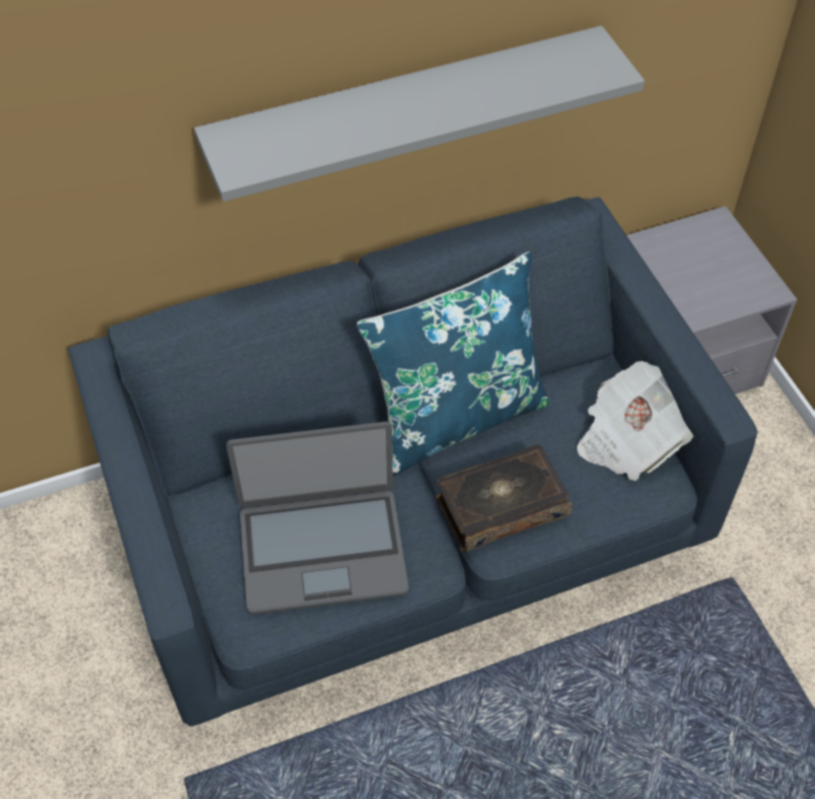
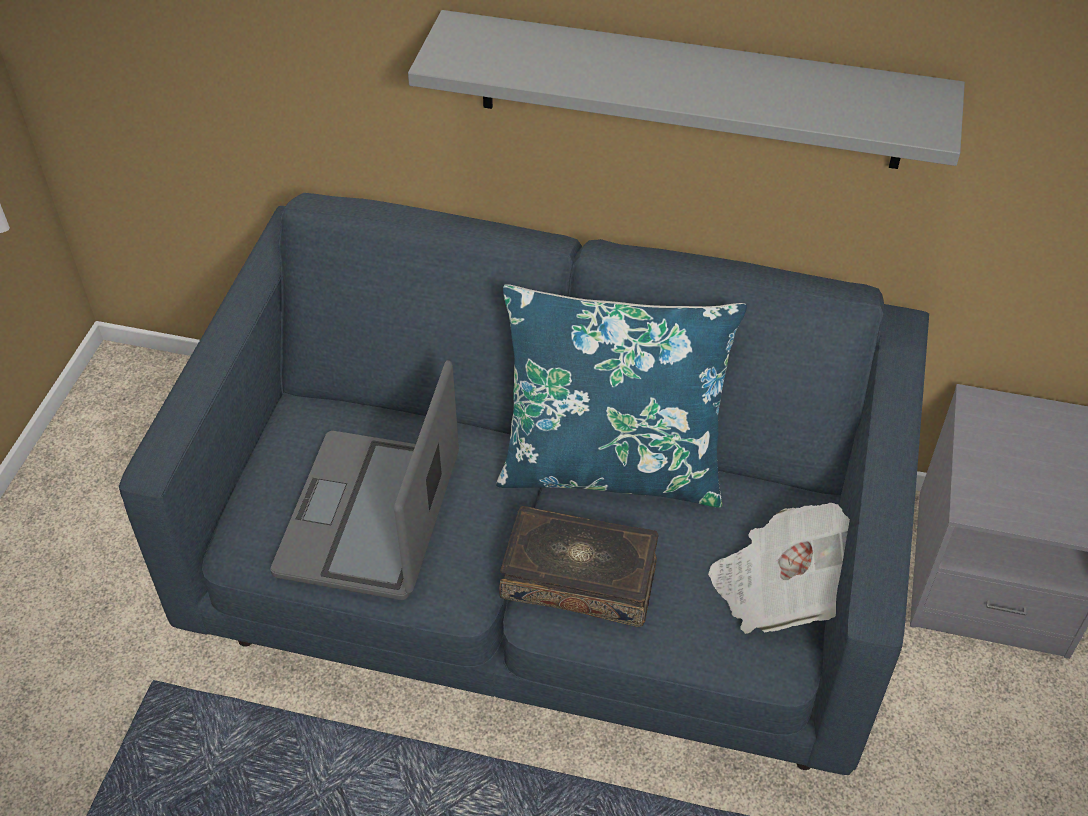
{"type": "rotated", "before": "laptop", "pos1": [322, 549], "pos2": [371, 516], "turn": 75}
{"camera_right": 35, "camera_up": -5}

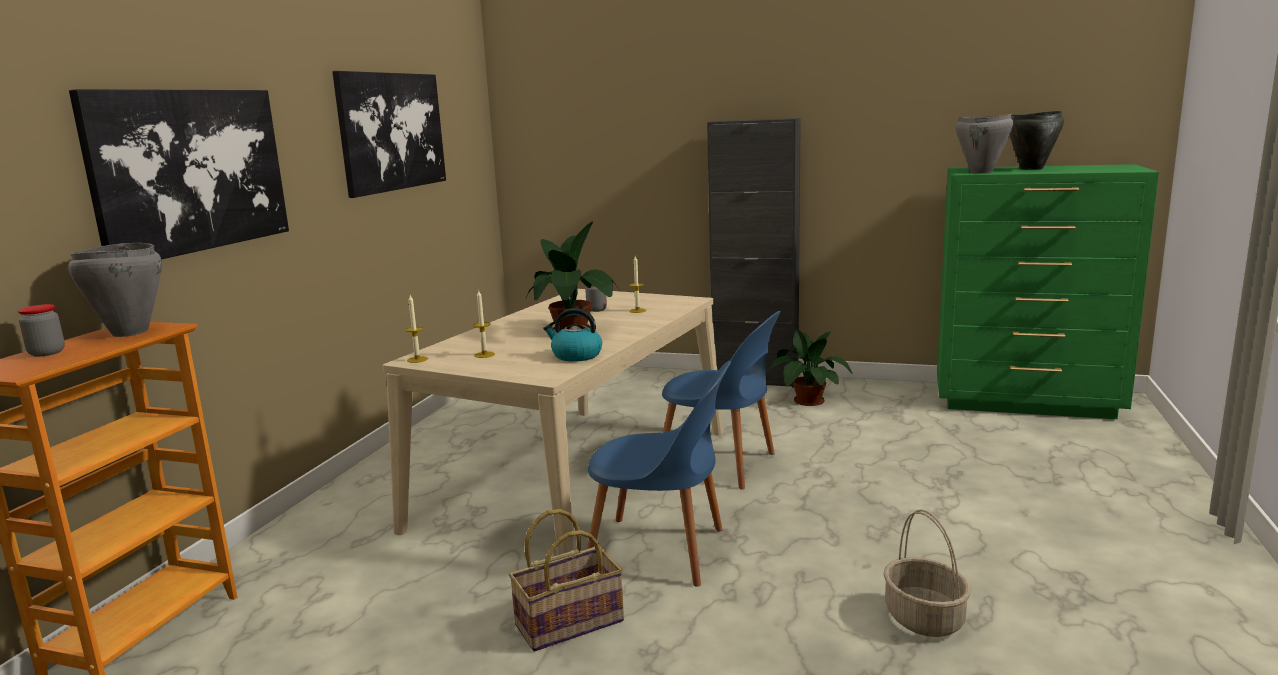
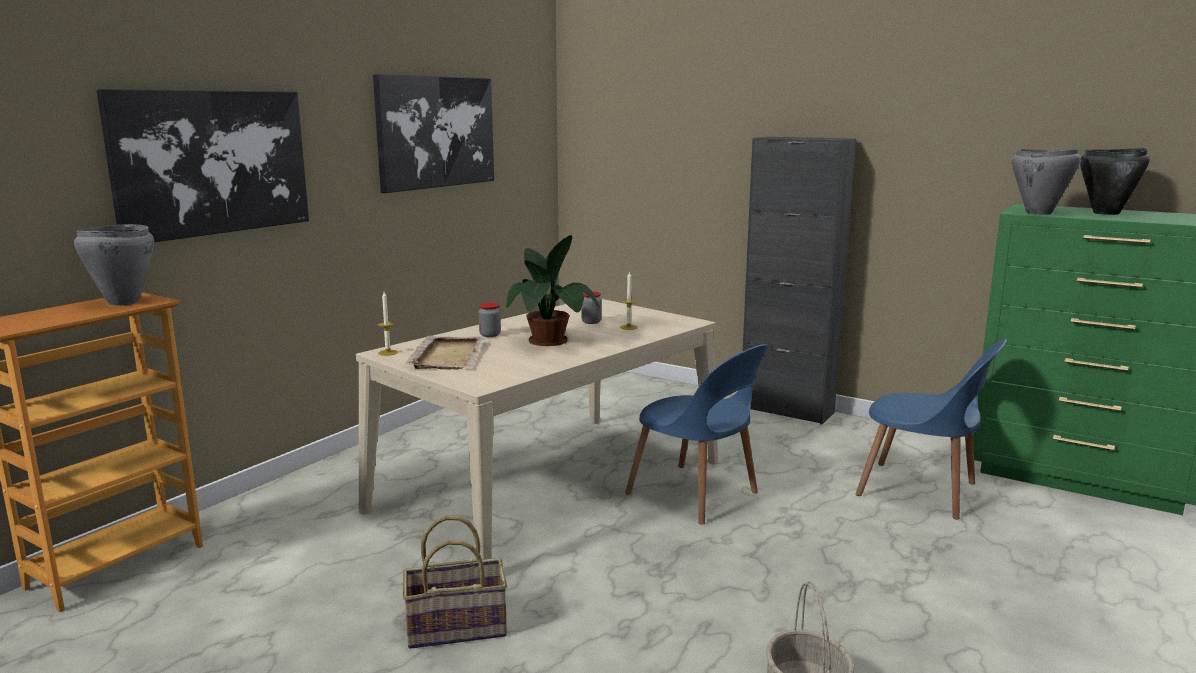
{"type": "swapped", "before": "świeca", "after": "taca (beżowy)", "pos1": [484, 355], "pos2": [448, 355]}
{"type": "shifted", "before": "słoik", "pos1": [47, 353], "pos2": [490, 335]}
{"type": "shifted", "before": "krzesło (niebieski)", "pos1": [662, 551], "pos2": [922, 491]}
{"type": "gone", "before": "czajnik", "pos1": [576, 356]}
{"type": "gone", "before": "roślina doniczkowa", "pos1": [806, 400]}
{"camera_right": 15, "camera_up": 0}

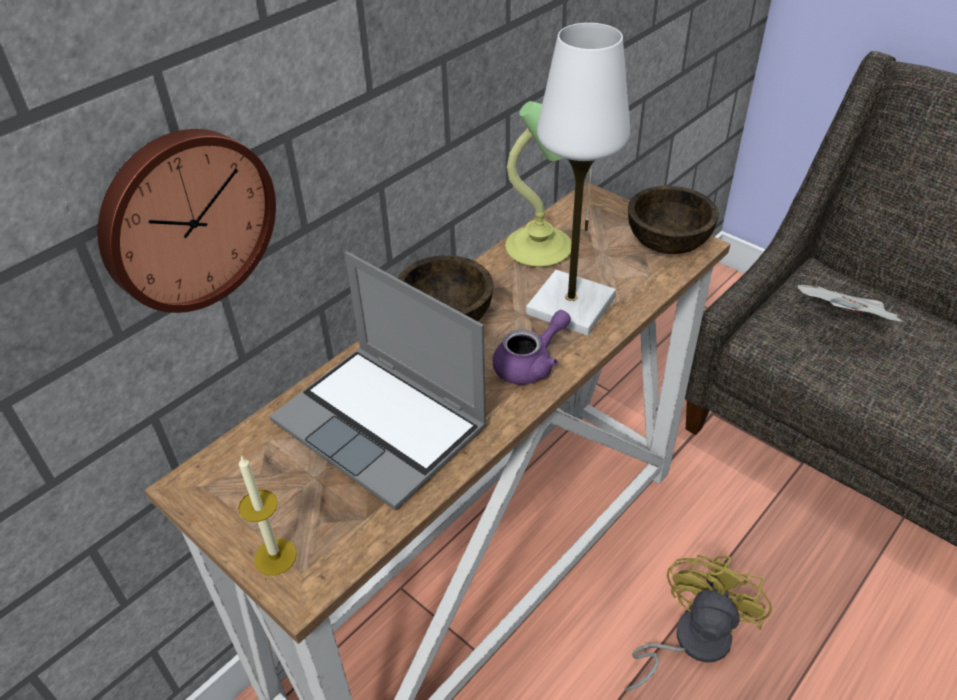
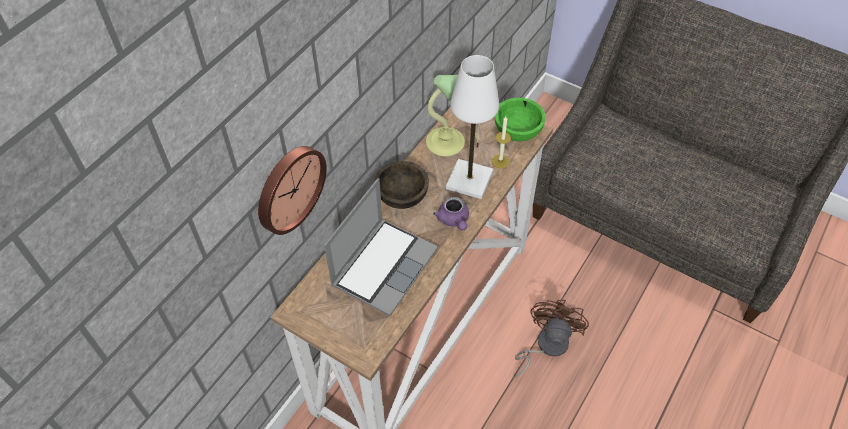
{"type": "rotated", "before": "laptop", "pos1": [383, 425], "pos2": [384, 266], "turn": -90}
{"type": "rotated", "before": "imbryk (fioletowy)", "pos1": [530, 364], "pos2": [453, 220], "turn": 120}
{"type": "shifted", "before": "świeca", "pos1": [275, 556], "pos2": [500, 161]}
{"type": "repainted", "before": "miska (brązowy)", "after": "miska (zielony)", "pos1": [668, 243], "pos2": [518, 131]}
{"type": "repainted", "before": "wentylator (żółty)", "after": "wentylator (brązowy)", "pos1": [690, 642], "pos2": [546, 346]}
{"type": "gone", "before": "gazeta", "pos1": [844, 323]}
{"camera_right": -10, "camera_up": 10}

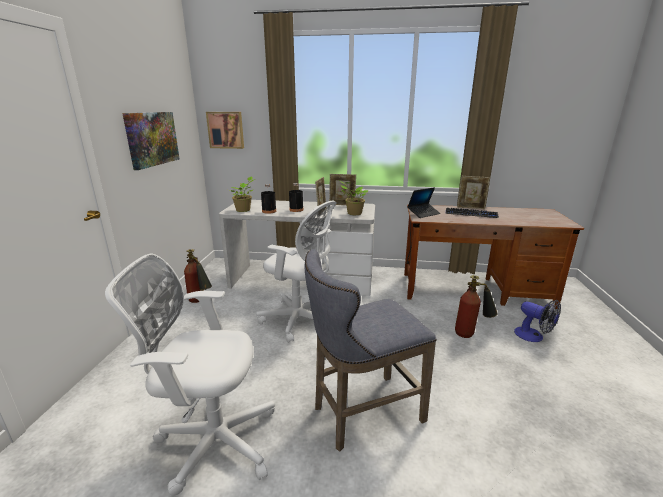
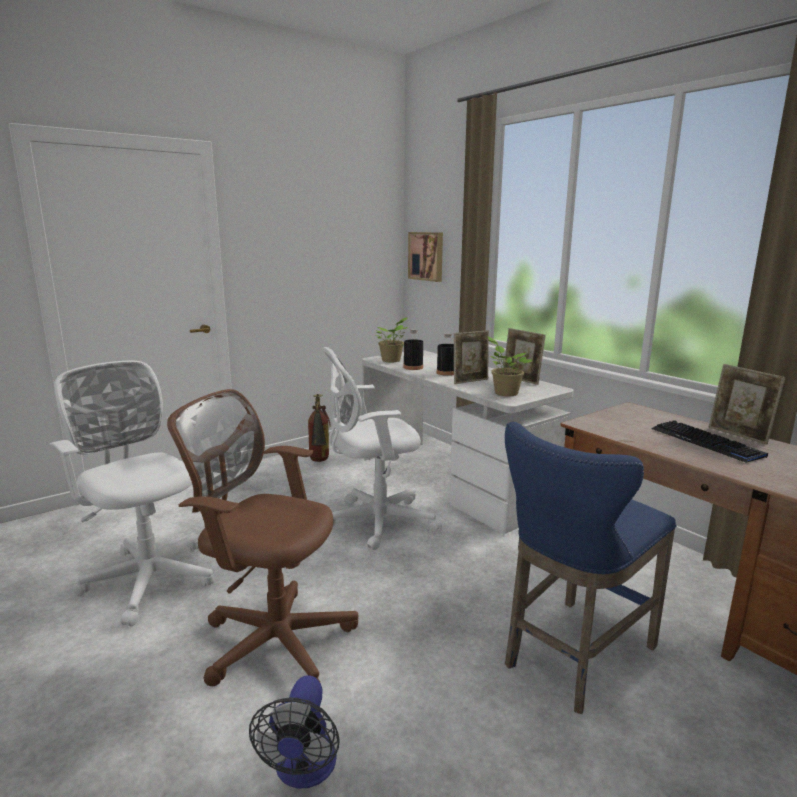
{"type": "swapped", "before": "stołek (szary)", "after": "krzesło biurowe (brązowy)", "pos1": [362, 414], "pos2": [272, 640]}
{"type": "shifted", "before": "wentylator", "pos1": [533, 336], "pos2": [303, 771]}
{"type": "rotated", "before": "krzesło biurowe (biały)", "pos1": [300, 320], "pos2": [374, 522], "turn": 90}
{"type": "swapped", "before": "gaśnica", "after": "stołek (niebieski)", "pos1": [471, 333], "pos2": [572, 658]}
{"type": "gone", "before": "obraz", "pos1": [152, 139]}
{"type": "gone", "before": "laptop", "pos1": [423, 213]}
{"camera_right": 45, "camera_up": -5}

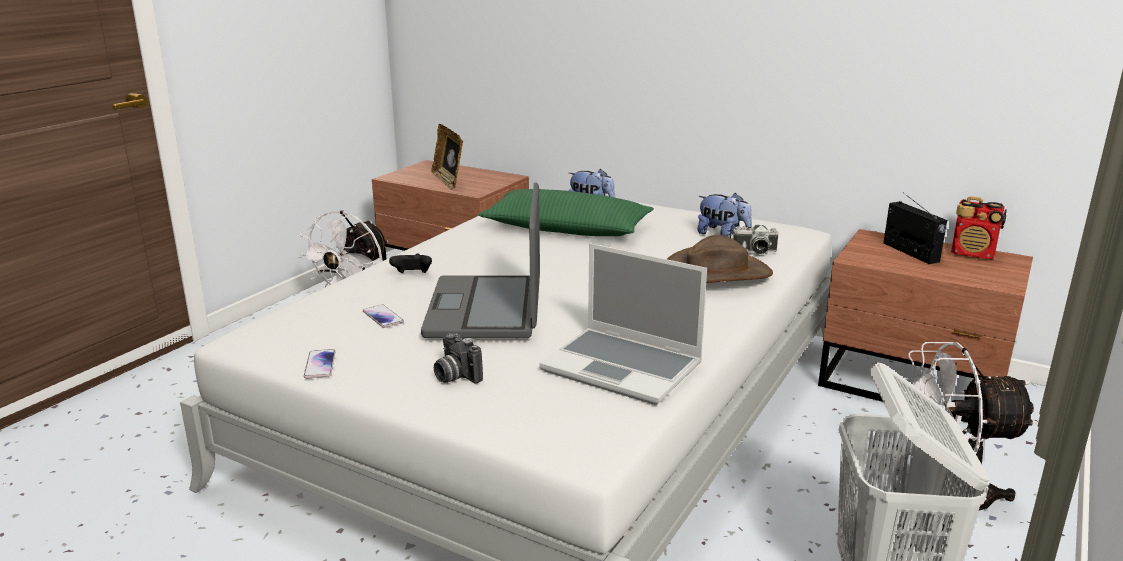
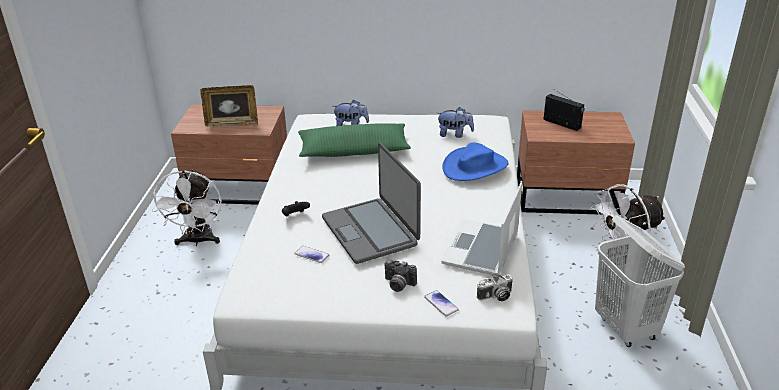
{"type": "rotated", "before": "ramka na zdjęcie", "pos1": [448, 181], "pos2": [232, 123], "turn": -45}
{"type": "shifted", "before": "telefon", "pos1": [320, 365], "pos2": [441, 304]}
{"type": "rotated", "before": "laptop", "pos1": [624, 367], "pos2": [482, 250], "turn": 105}
{"type": "repainted", "before": "kapelusz (brązowy)", "after": "kapelusz (niebieski)", "pos1": [716, 273], "pos2": [475, 166]}
{"type": "shifted", "before": "aparat fotograficzny", "pos1": [754, 251], "pos2": [495, 296]}
{"type": "gone", "before": "radio", "pos1": [973, 254]}
{"camera_right": -25, "camera_up": 10}

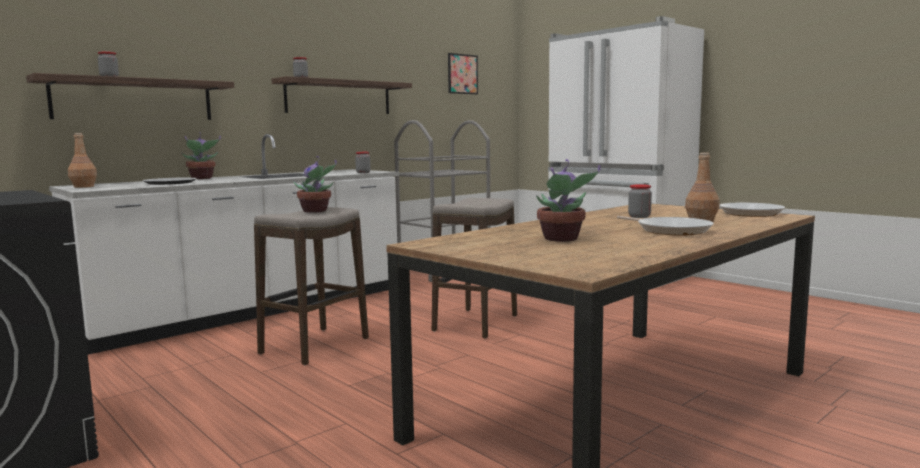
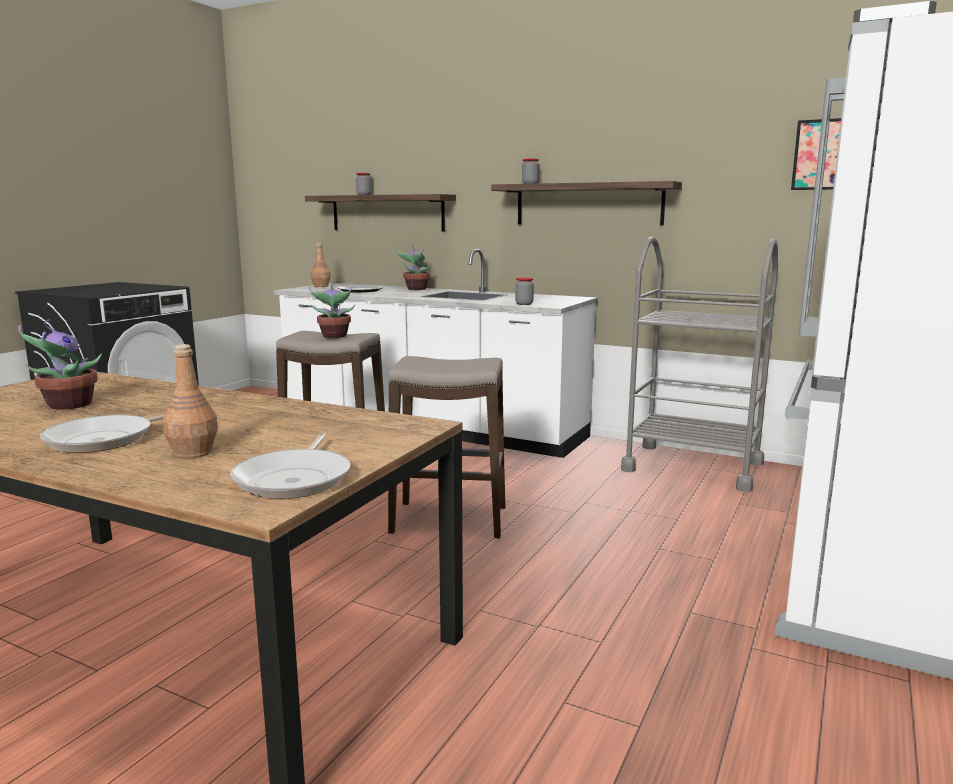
{"type": "gone", "before": "słoik", "pos1": [639, 216]}
{"camera_right": 70, "camera_up": 5}

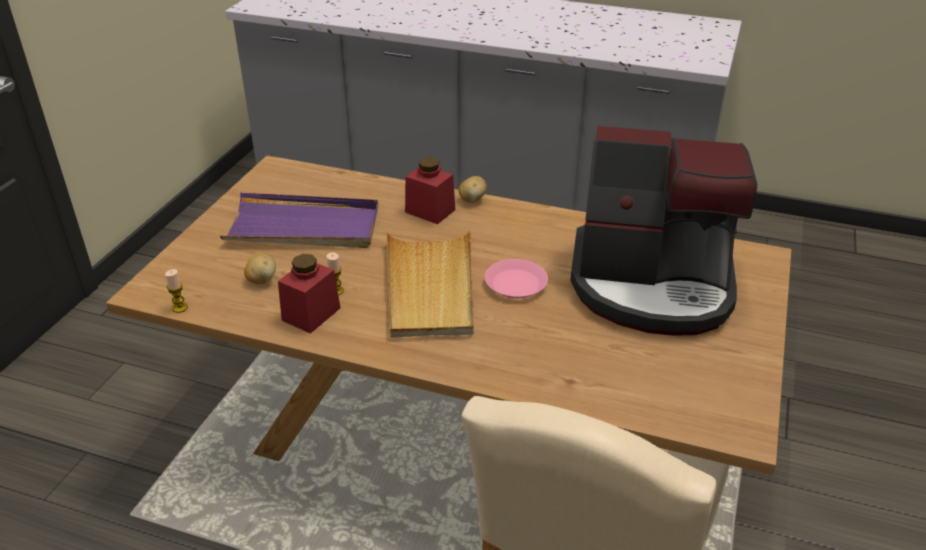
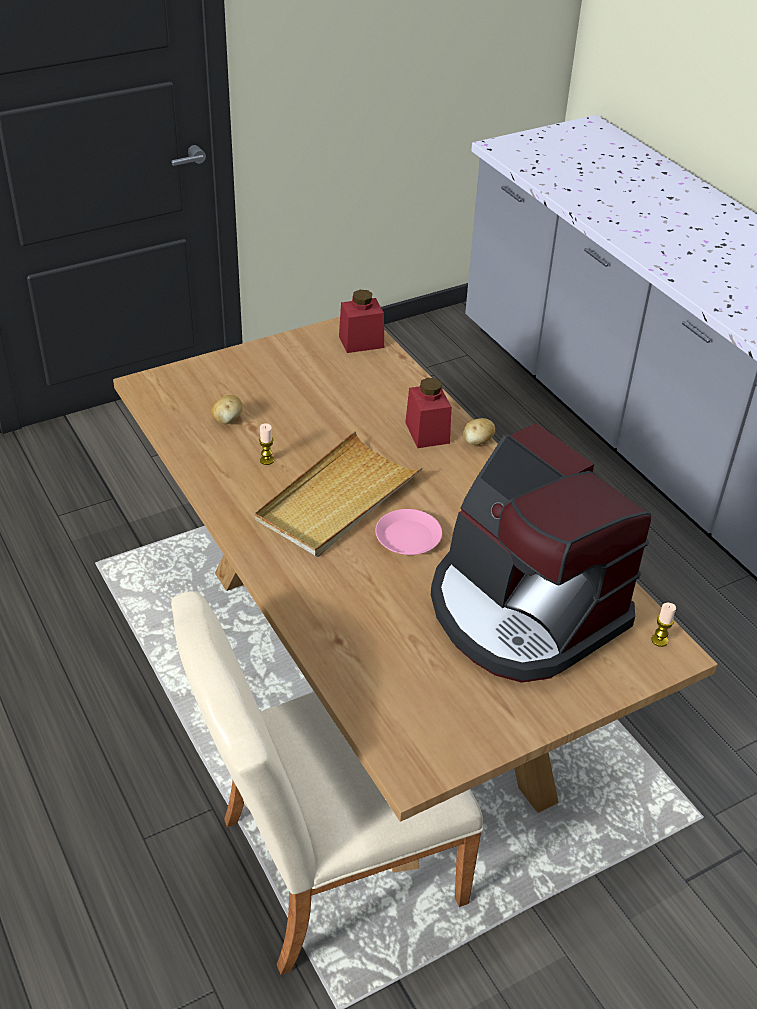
{"type": "shifted", "before": "słoik (czerwony)", "pos1": [311, 314], "pos2": [361, 342]}
{"type": "shifted", "before": "świeca", "pos1": [180, 308], "pos2": [659, 640]}
{"type": "gone", "before": "taca (fioletowy)", "pos1": [304, 227]}
{"camera_right": 40, "camera_up": 5}

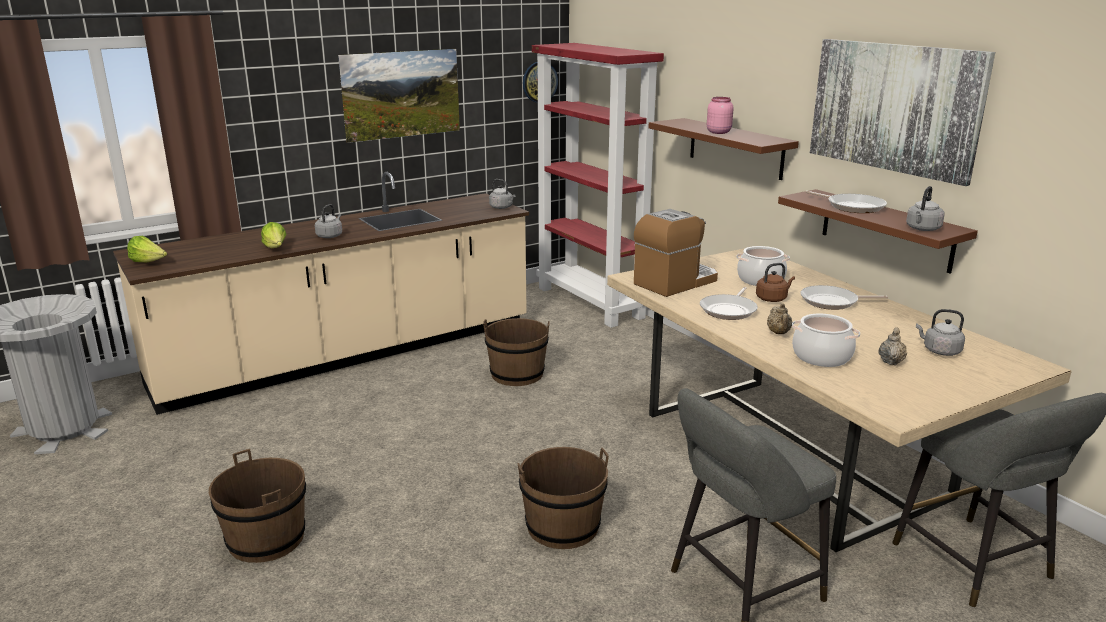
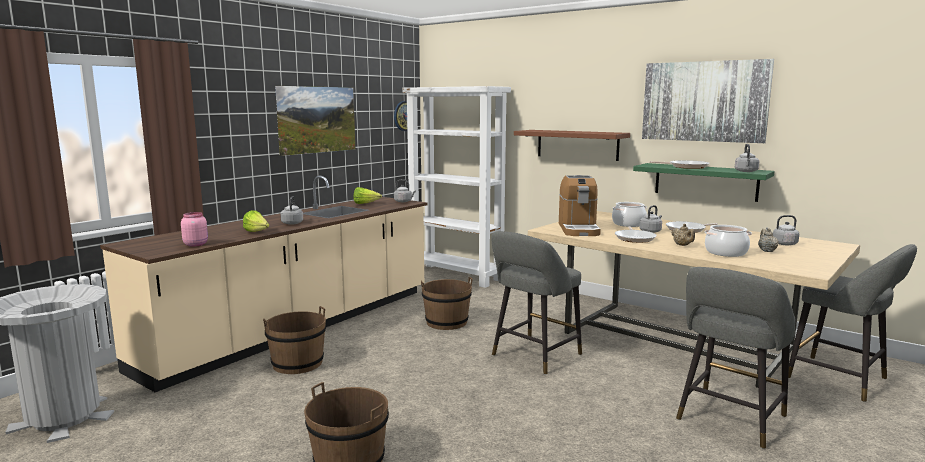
{"type": "shifted", "before": "słoik (różowy)", "pos1": [719, 132], "pos2": [196, 244]}
{"type": "shifted", "before": "wiadro (brązowy)", "pos1": [562, 526], "pos2": [297, 363]}
{"type": "shifted", "before": "sałata", "pos1": [149, 262], "pos2": [365, 204]}
{"type": "repainted", "before": "regał (czerwony)", "after": "regał (biały)", "pos1": [591, 302], "pos2": [456, 275]}
{"type": "new", "after": "stołek (szary)", "pos2": [533, 356]}
{"type": "rotated", "before": "ekspres do kawy", "pos1": [675, 282], "pos2": [578, 229], "turn": 150}
{"type": "repainted", "before": "półka (brązowy)", "after": "półka (zielony)", "pos1": [886, 230], "pos2": [705, 181]}
{"type": "repainted", "before": "czajnik (brązowy)", "after": "czajnik (szary)", "pos1": [772, 299], "pos2": [651, 231]}
{"camera_right": -20, "camera_up": -10}

